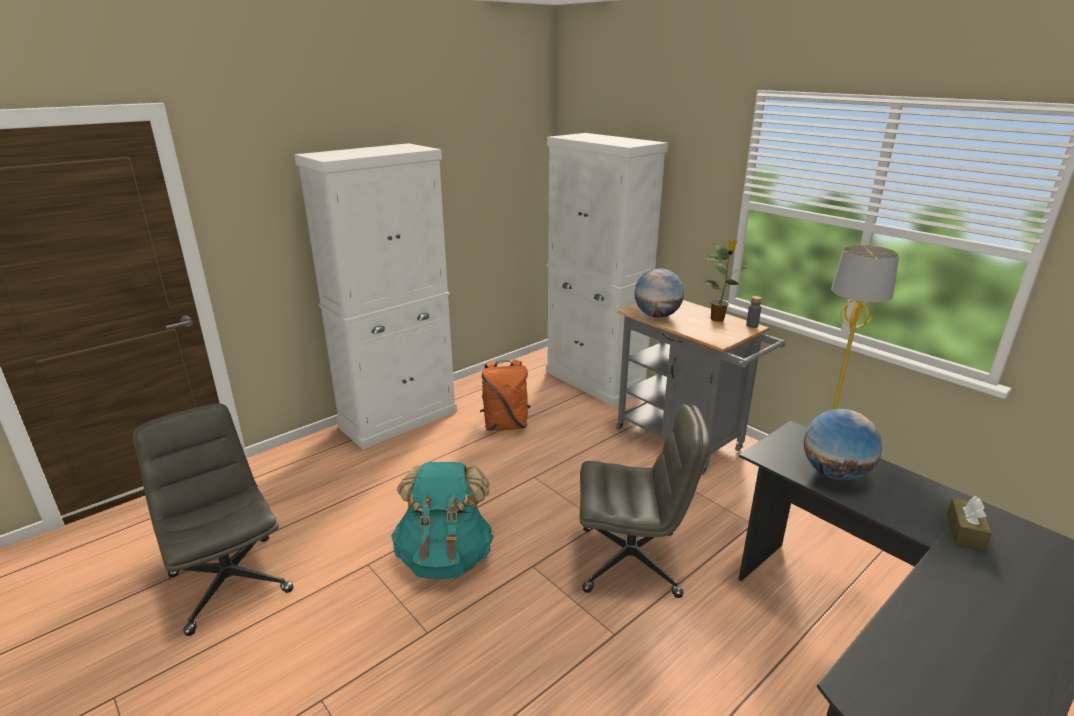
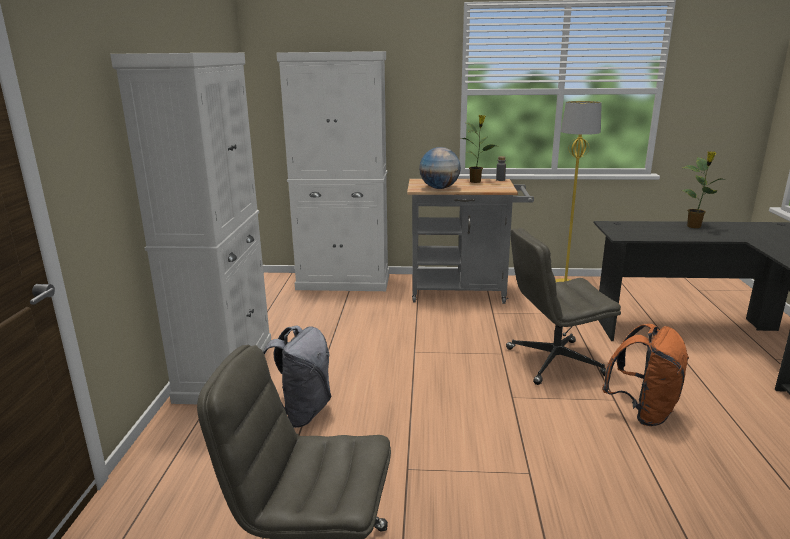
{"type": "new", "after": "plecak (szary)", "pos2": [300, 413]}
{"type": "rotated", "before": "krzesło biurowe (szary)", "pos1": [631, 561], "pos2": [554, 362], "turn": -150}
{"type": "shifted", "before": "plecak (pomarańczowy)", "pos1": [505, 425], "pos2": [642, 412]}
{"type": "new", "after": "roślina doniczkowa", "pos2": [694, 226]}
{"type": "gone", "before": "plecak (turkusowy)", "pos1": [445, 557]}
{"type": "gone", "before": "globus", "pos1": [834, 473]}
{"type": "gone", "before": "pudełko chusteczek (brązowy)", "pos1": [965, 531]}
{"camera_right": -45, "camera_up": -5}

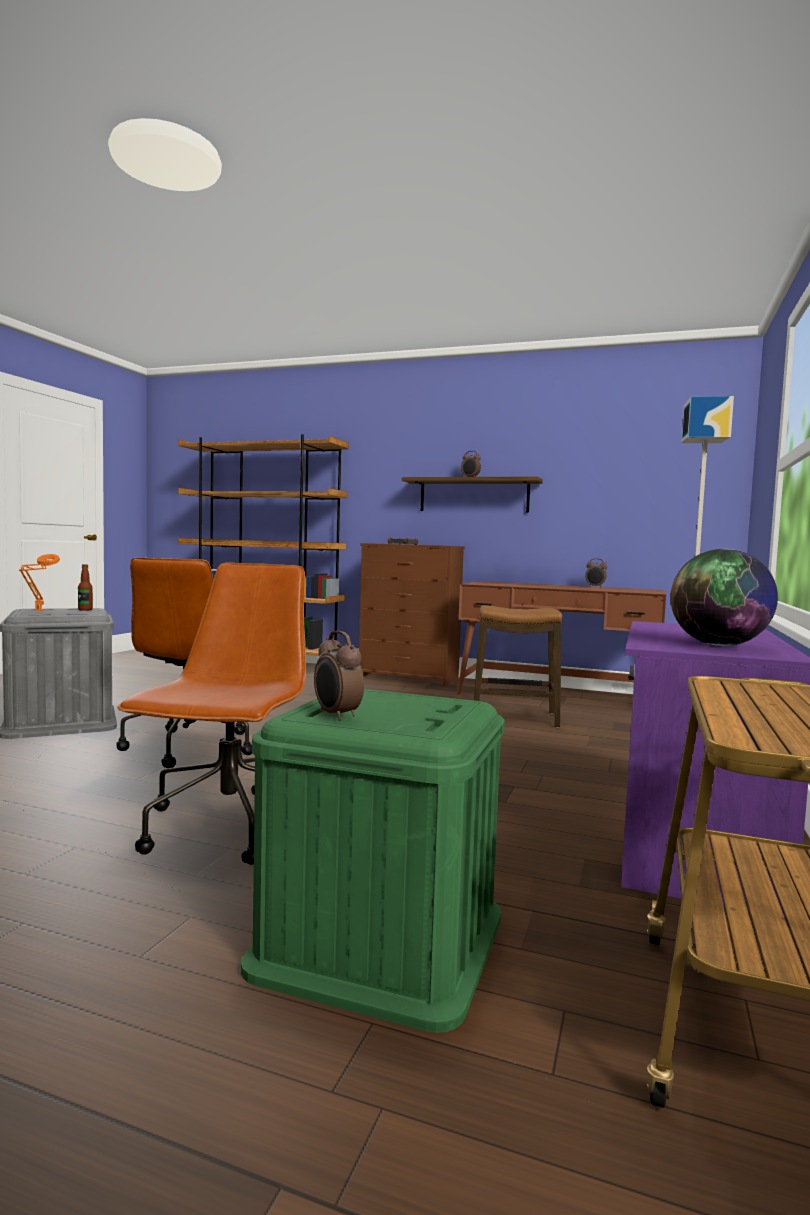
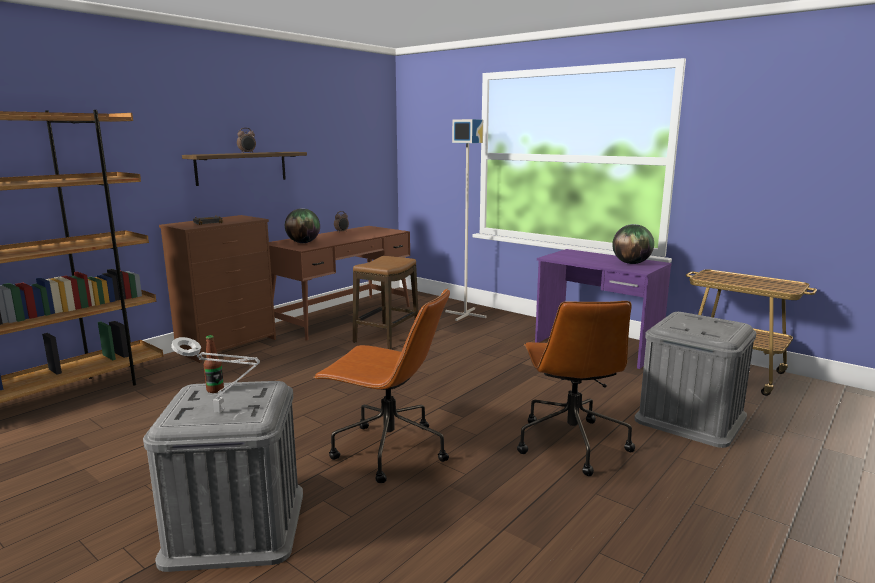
{"type": "repainted", "before": "lampa stołowa (pomarańczowy)", "after": "lampa stołowa (szary)", "pos1": [38, 611], "pos2": [222, 412]}
{"type": "new", "after": "globus", "pos2": [303, 243]}
{"type": "rotated", "before": "krzesło biurowe (brązowy)", "pos1": [228, 828], "pos2": [570, 443], "turn": -120}
{"type": "repainted", "before": "pojemnik do przechowywania (zielony)", "after": "pojemnik do przechowywania (szary)", "pos1": [380, 940], "pos2": [690, 418]}
{"type": "gone", "before": "budzik", "pos1": [336, 716]}
{"camera_right": -70, "camera_up": 10}

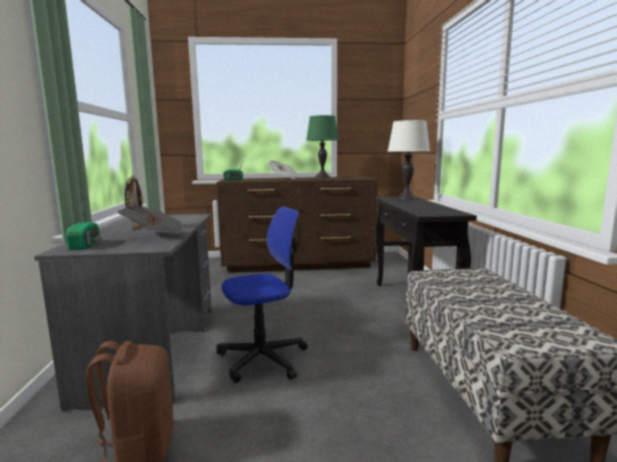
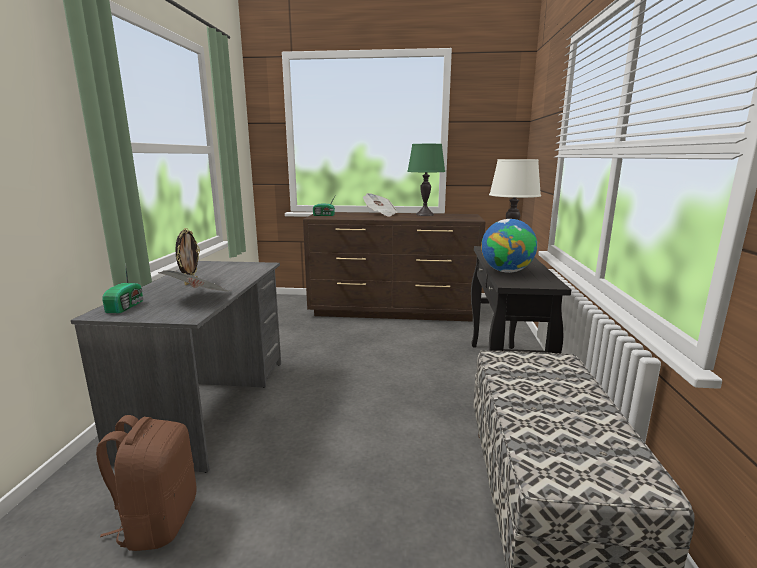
{"type": "new", "after": "globus", "pos2": [506, 271]}
{"type": "gone", "before": "krzesło biurowe", "pos1": [263, 358]}
{"camera_right": 10, "camera_up": 5}

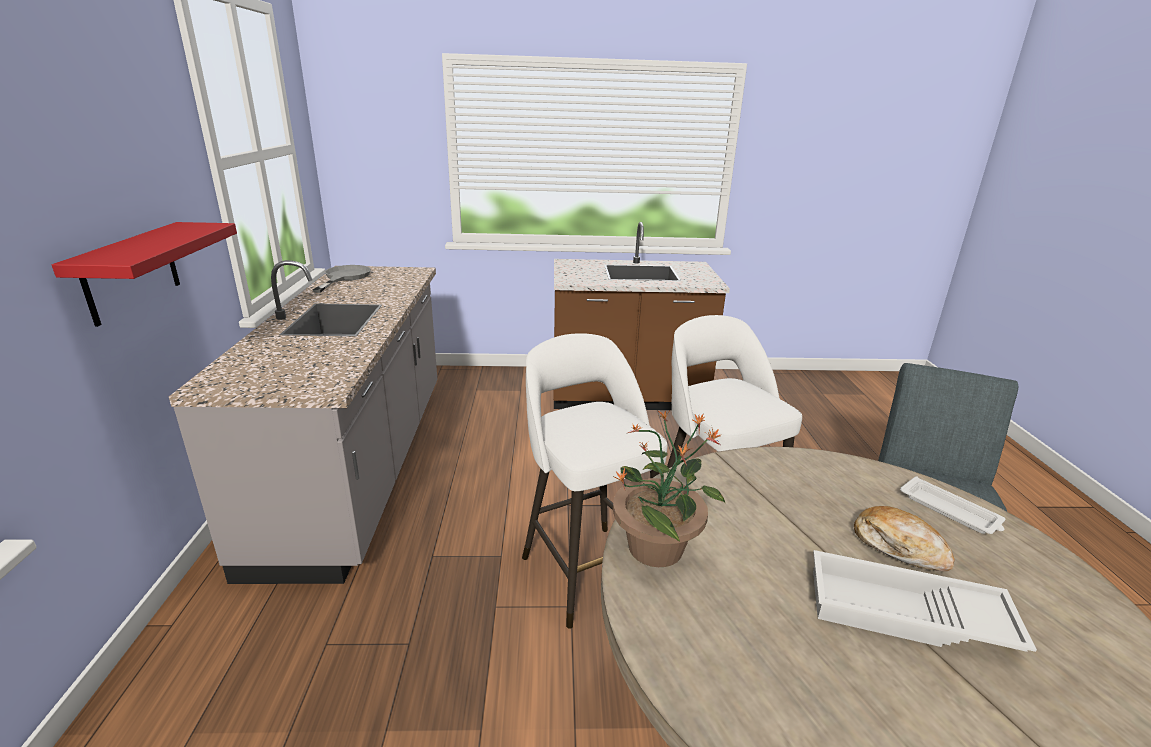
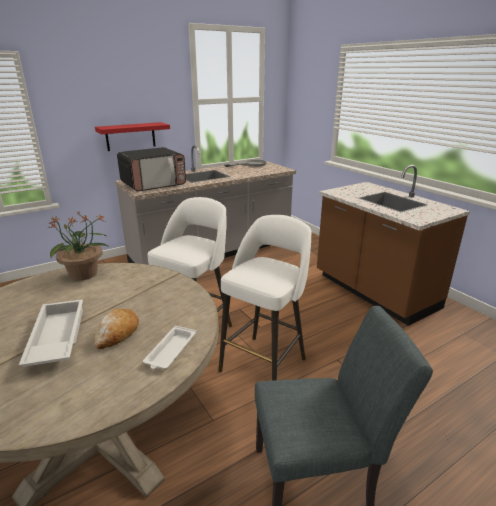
{"type": "new", "after": "mikrofalówka", "pos2": [153, 184]}
{"camera_right": 60, "camera_up": 0}

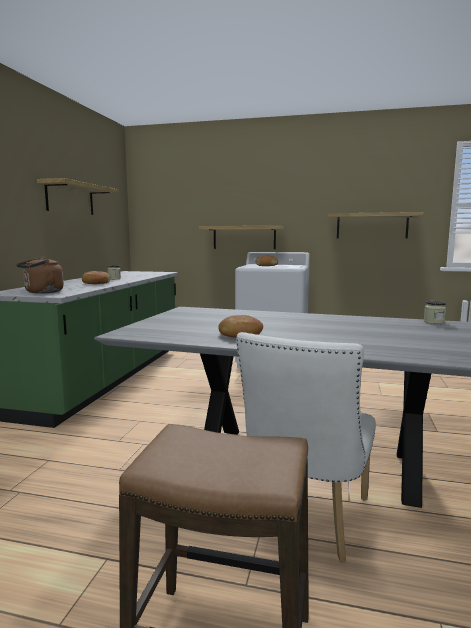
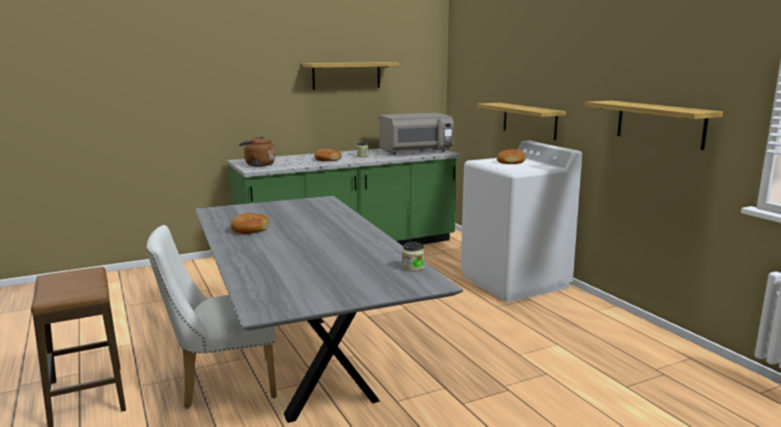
{"type": "new", "after": "mikrofalówka (szary)", "pos2": [416, 152]}
{"camera_right": 50, "camera_up": 5}

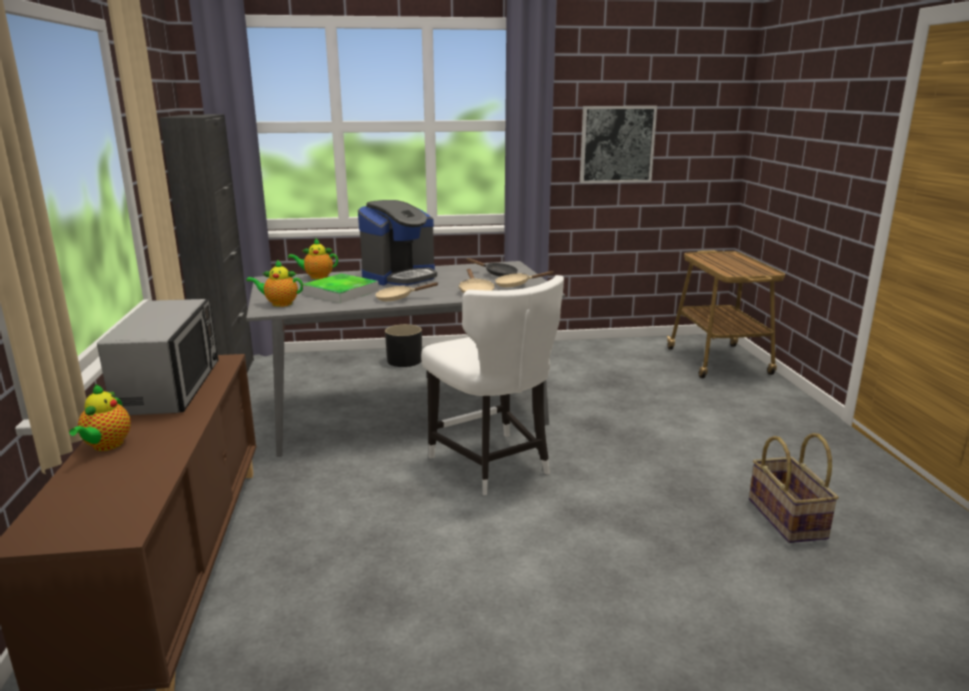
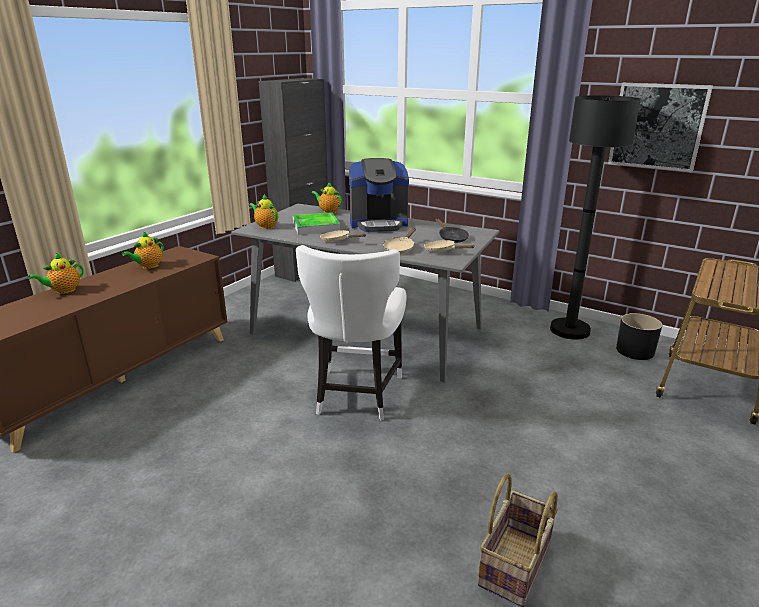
{"type": "swapped", "before": "mikrofalówka", "after": "imbryk", "pos1": [171, 387], "pos2": [148, 266]}
{"type": "new", "after": "lampa stojąca (czarny)", "pos2": [569, 330]}
{"type": "shifted", "before": "donica (czarny)", "pos1": [405, 360], "pos2": [635, 351]}
{"camera_right": 40, "camera_up": 5}

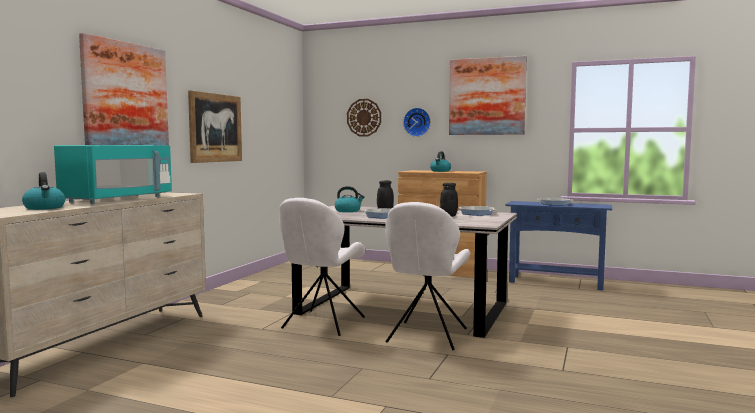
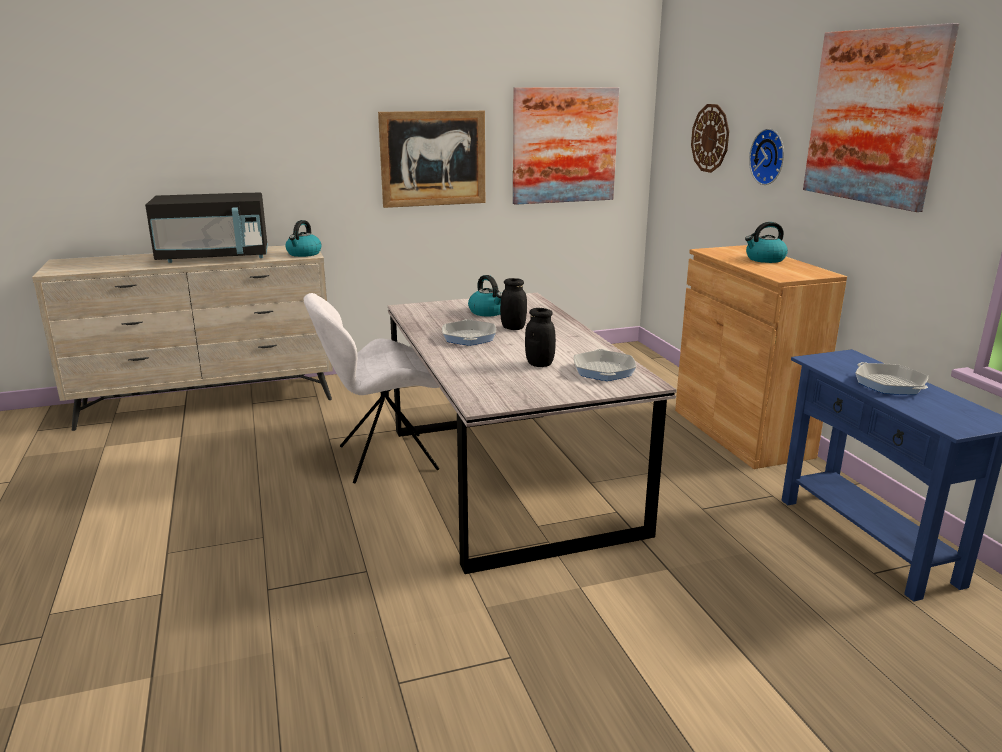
{"type": "repainted", "before": "mikrofalówka (turkusowy)", "after": "mikrofalówka (czarny)", "pos1": [118, 199], "pos2": [214, 257]}
{"type": "shifted", "before": "czajnik", "pos1": [45, 208], "pos2": [304, 254]}
{"type": "shifted", "before": "obraz", "pos1": [126, 96], "pos2": [564, 145]}
{"type": "gone", "before": "krzesło (biały)", "pos1": [426, 337]}
{"camera_right": 50, "camera_up": 15}

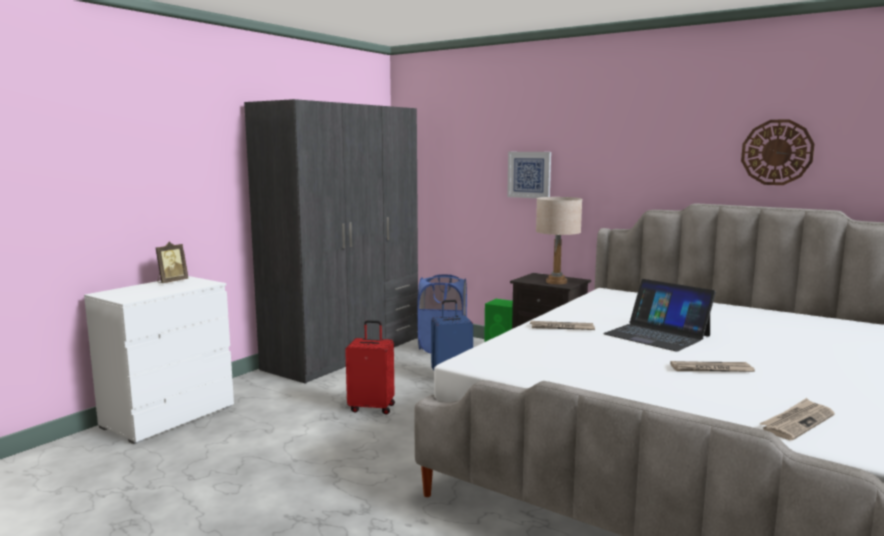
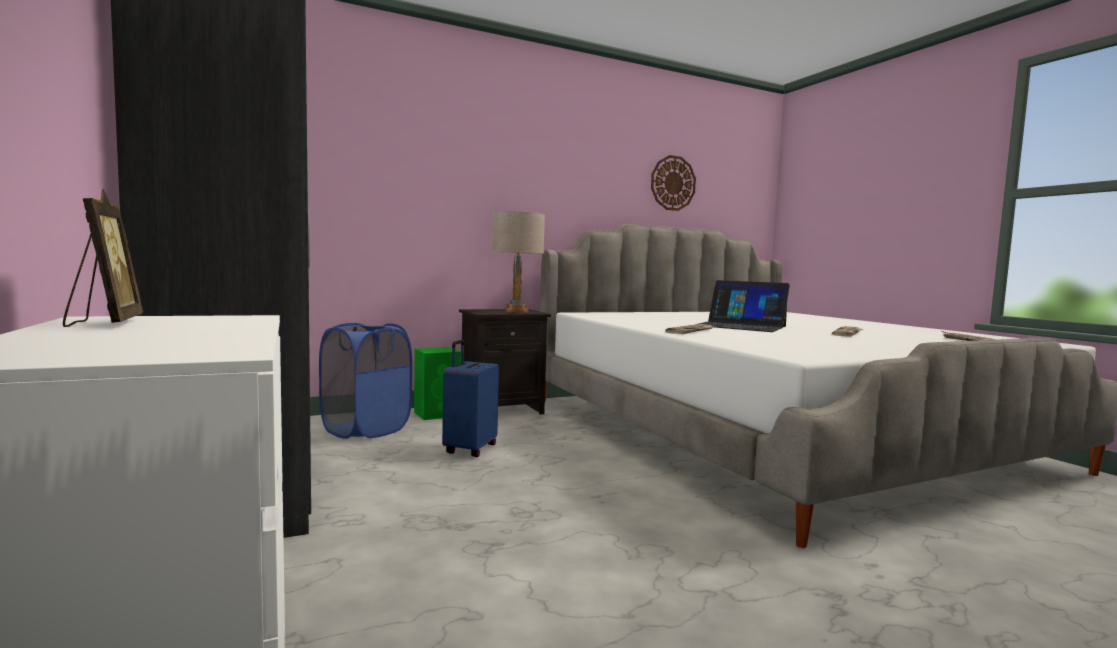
{"type": "rotated", "before": "laptop", "pos1": [657, 335], "pos2": [741, 326], "turn": 45}
{"type": "gone", "before": "walizka (czerwony)", "pos1": [372, 407]}
{"type": "gone", "before": "obraz", "pos1": [529, 174]}
{"camera_right": -60, "camera_up": -5}

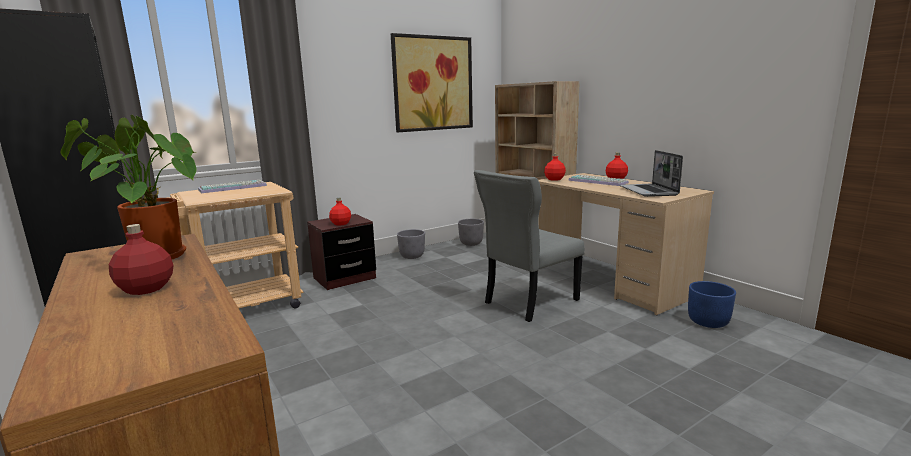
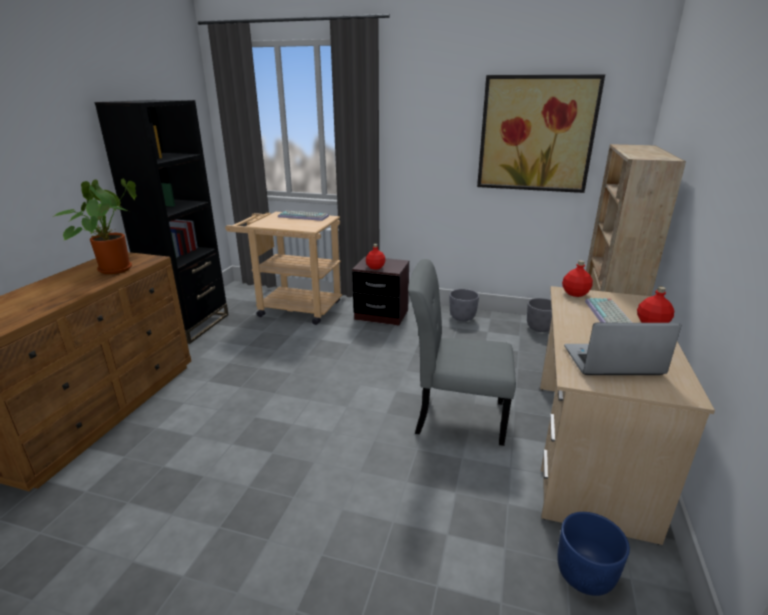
{"type": "rotated", "before": "laptop", "pos1": [649, 191], "pos2": [611, 362], "turn": 45}
{"type": "gone", "before": "butelka (czerwony)", "pos1": [145, 289]}
{"camera_right": 50, "camera_up": 10}

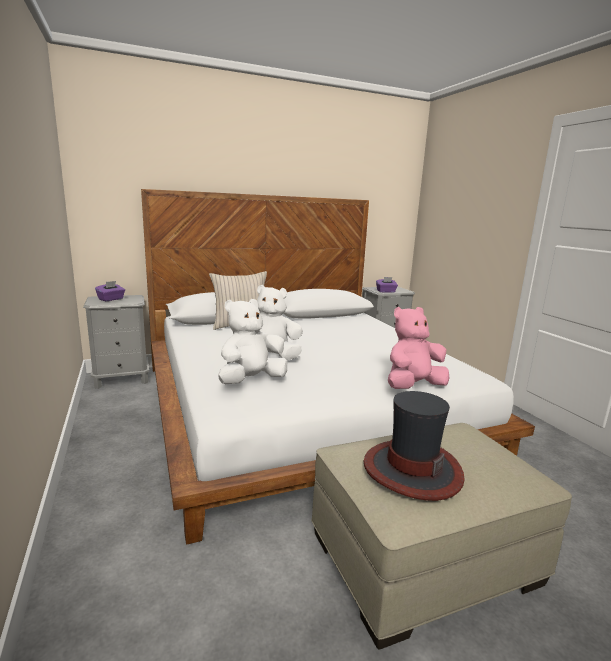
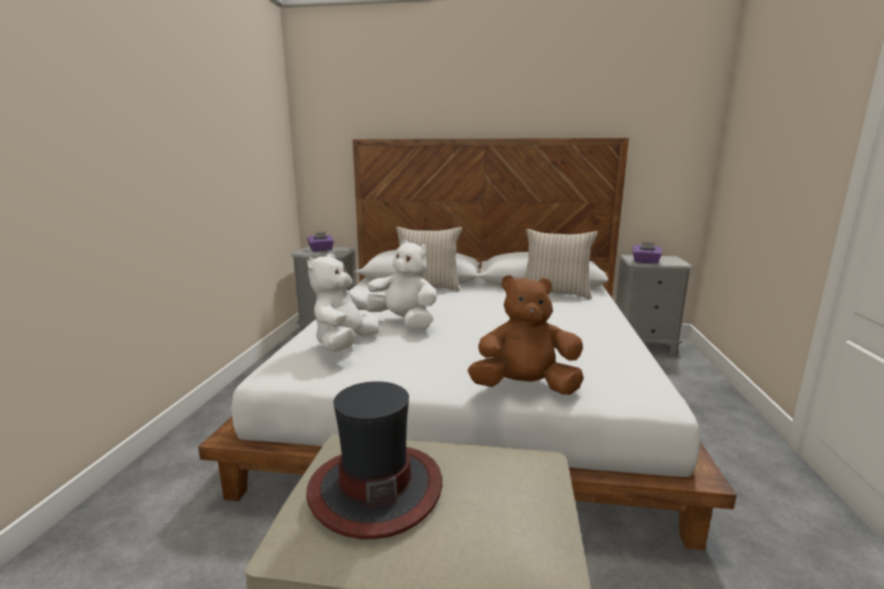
{"type": "rotated", "before": "pluszak (biały)", "pos1": [251, 380], "pos2": [345, 344], "turn": -60}
{"type": "repainted", "before": "pluszak (różowy)", "after": "pluszak (brązowy)", "pos1": [413, 386], "pos2": [525, 387]}
{"type": "new", "after": "poduszka (beżowy)", "pos2": [555, 293]}
{"camera_right": 30, "camera_up": 0}

